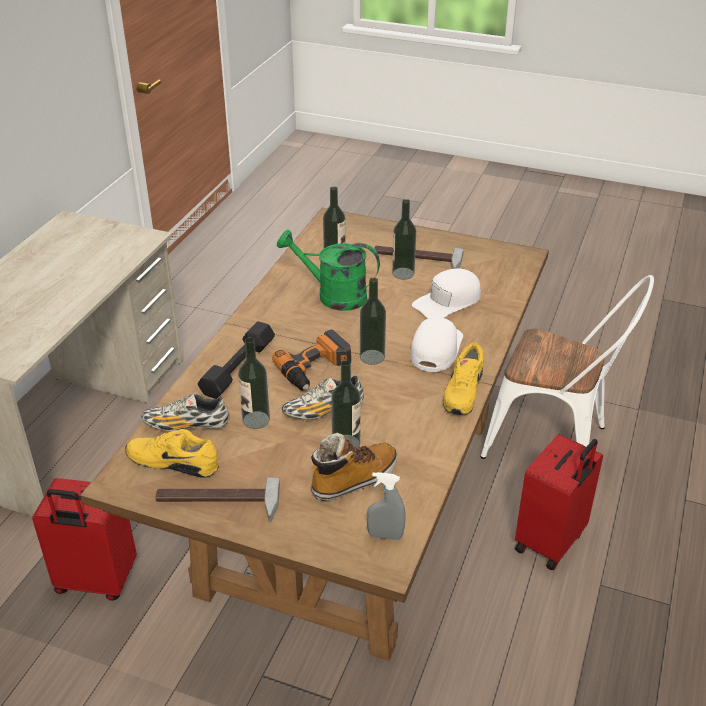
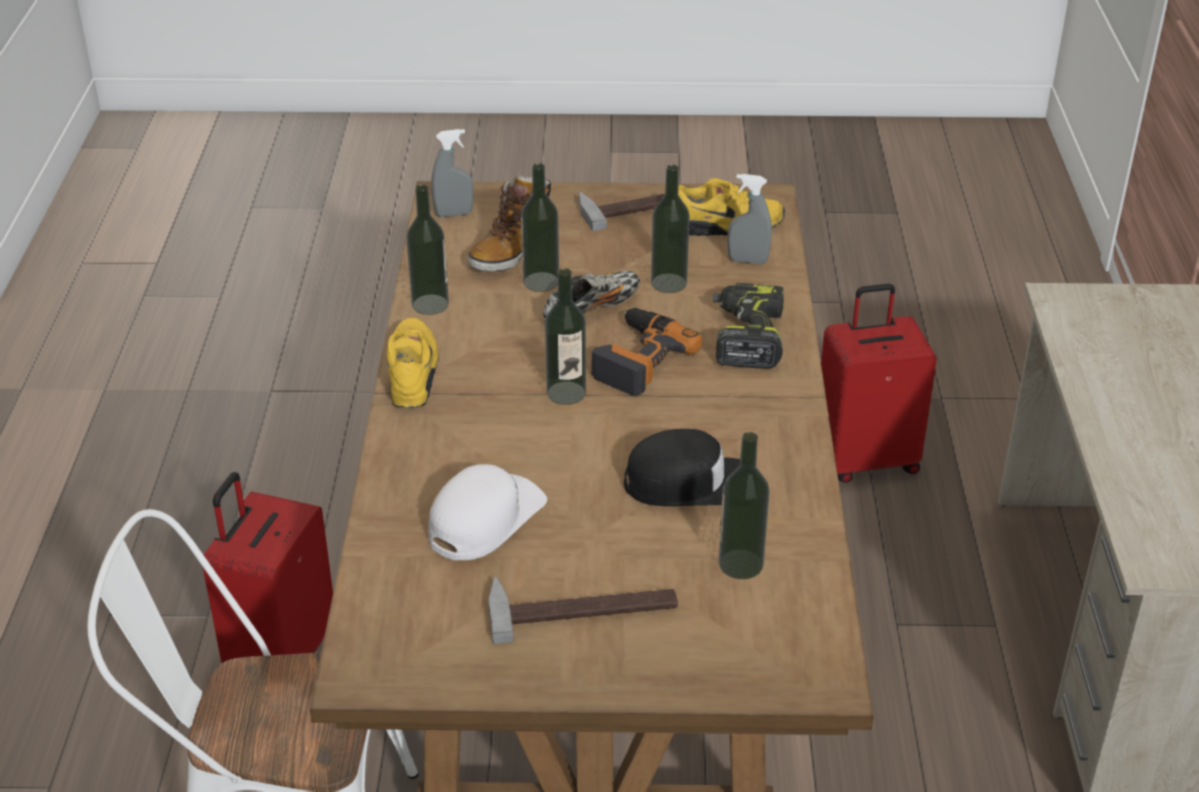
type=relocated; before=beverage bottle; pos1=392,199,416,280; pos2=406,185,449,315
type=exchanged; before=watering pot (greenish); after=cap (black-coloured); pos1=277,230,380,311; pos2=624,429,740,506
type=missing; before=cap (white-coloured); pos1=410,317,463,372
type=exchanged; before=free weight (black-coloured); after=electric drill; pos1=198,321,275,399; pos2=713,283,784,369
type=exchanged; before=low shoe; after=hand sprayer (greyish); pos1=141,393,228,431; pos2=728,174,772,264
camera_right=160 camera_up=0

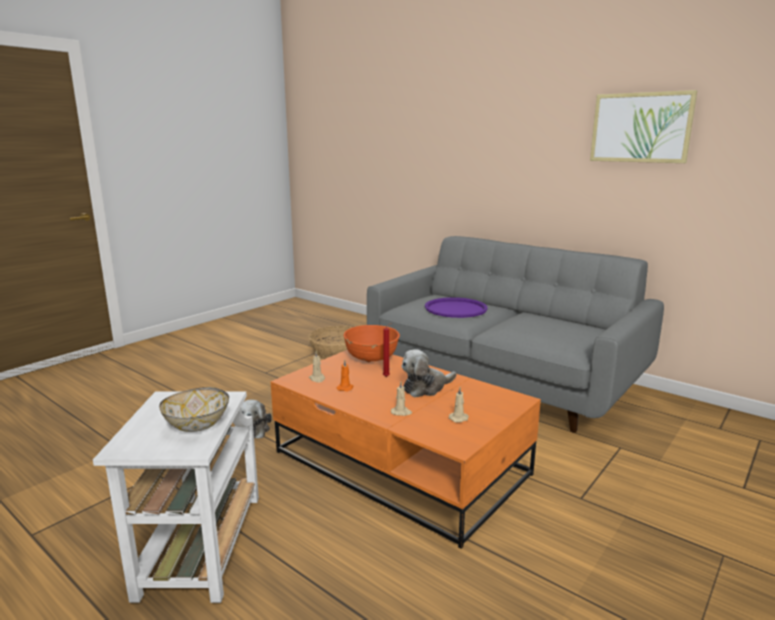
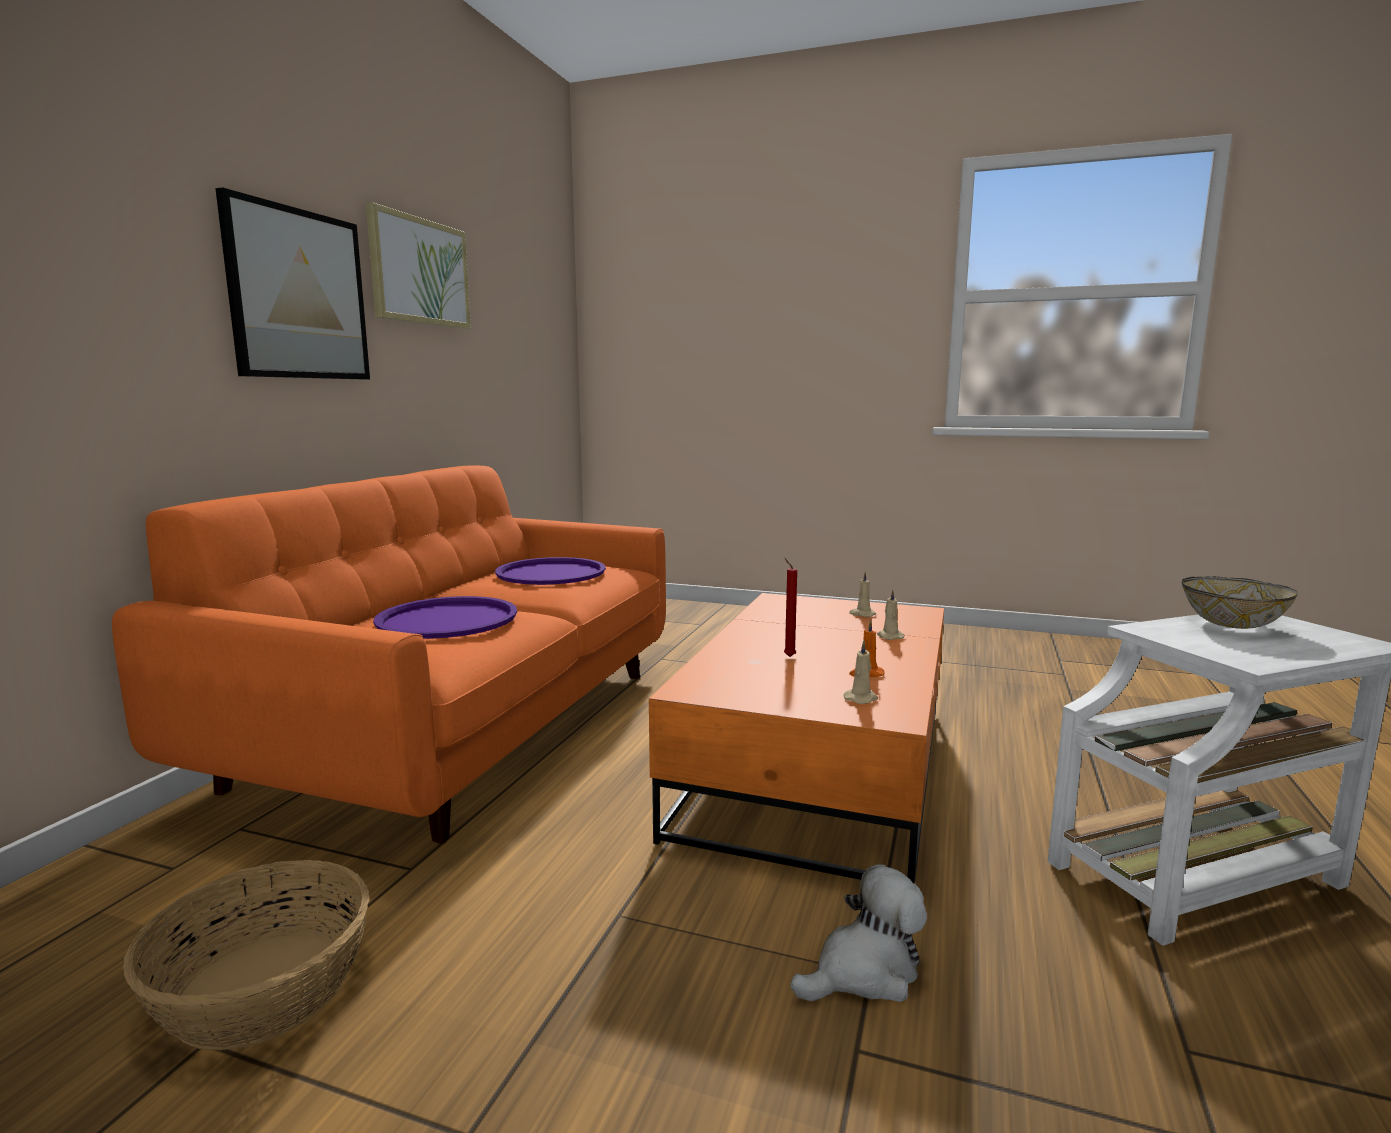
type=colour; before=settee (greyish); after=settee (orange-coloured); pos1=367,236,664,433; pos2=112,465,666,844
type=missing; before=bowl (orange-coloured); pos1=344,325,400,363
type=missing; before=cuddly toy; pos1=401,349,456,397
type=appeared; after=wall picture; pos2=215,187,370,379
type=appeared; after=tray (purplish); pos2=495,557,606,585
camera_right=-110 camera_up=-5

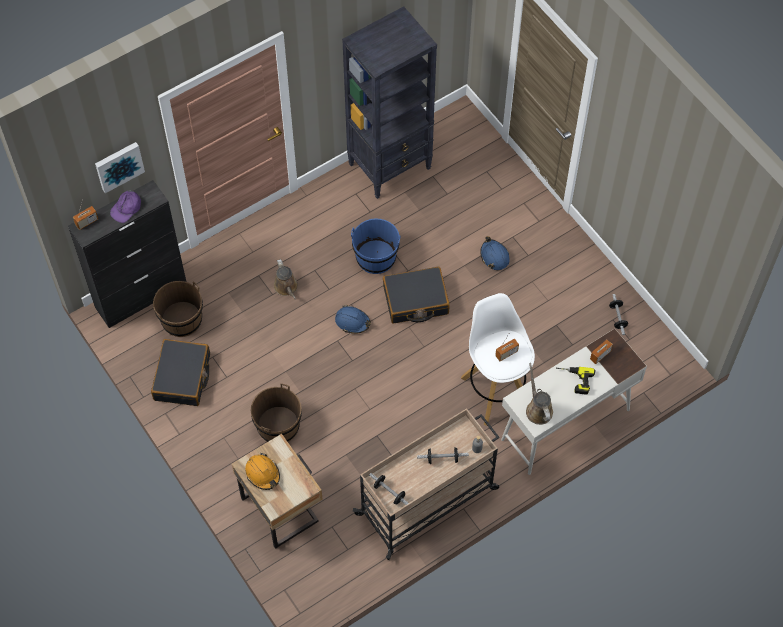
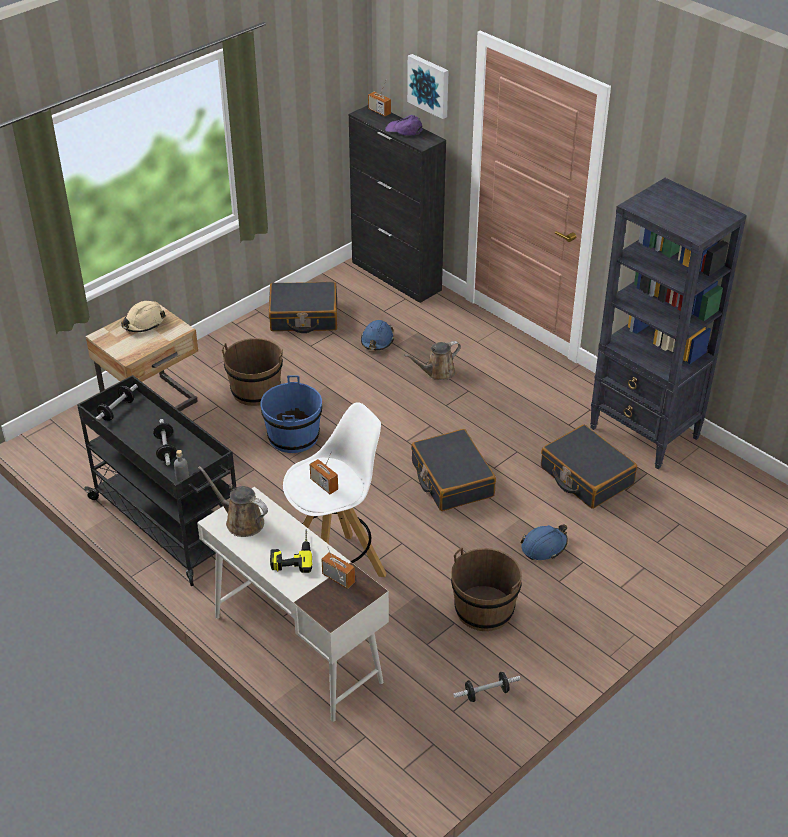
type=relocated; before=bucket (bluish); pos1=351,219,401,274; pos2=261,375,322,453
type=relocated; before=bucket (brownish); pos1=153,281,203,337; pos2=451,547,522,631
type=relocated; before=hard hat (bluish); pos1=335,305,371,334; pos2=361,320,394,350
type=spun; before=watering pot (brownish); pos1=526,363,553,425; pos2=198,466,268,537; turn=-120
type=colour; before=wheeled cart (beige-coloured); after=wheeled cart (black-coloured); pos1=353,408,499,560; pos2=77,375,236,586
type=colour; before=hard hat (orange-coloured); after=hard hat (beige-coloured); pos1=245,453,280,490; pos2=121,301,166,332
type=appeared; after=piece of luggage (black-coloured); pos2=541,425,637,509
camera_right=80 camera_up=-20

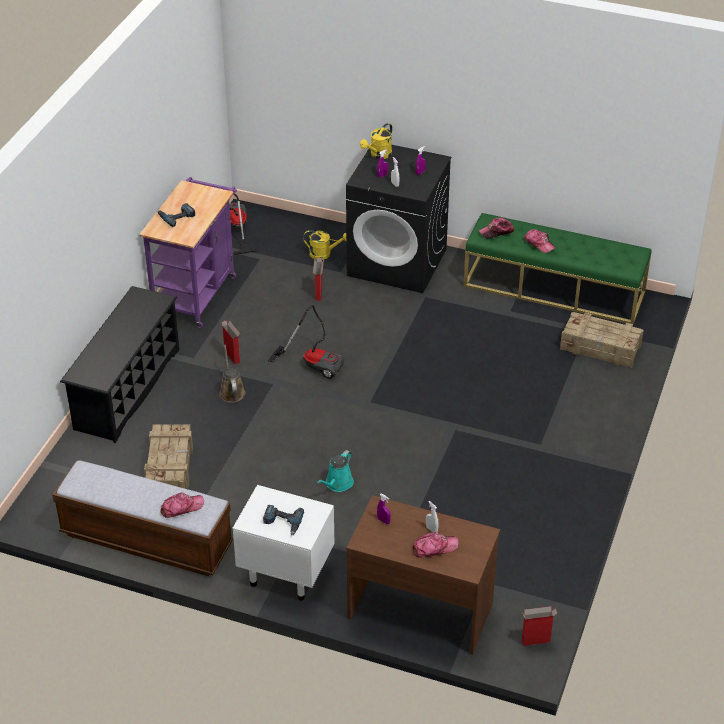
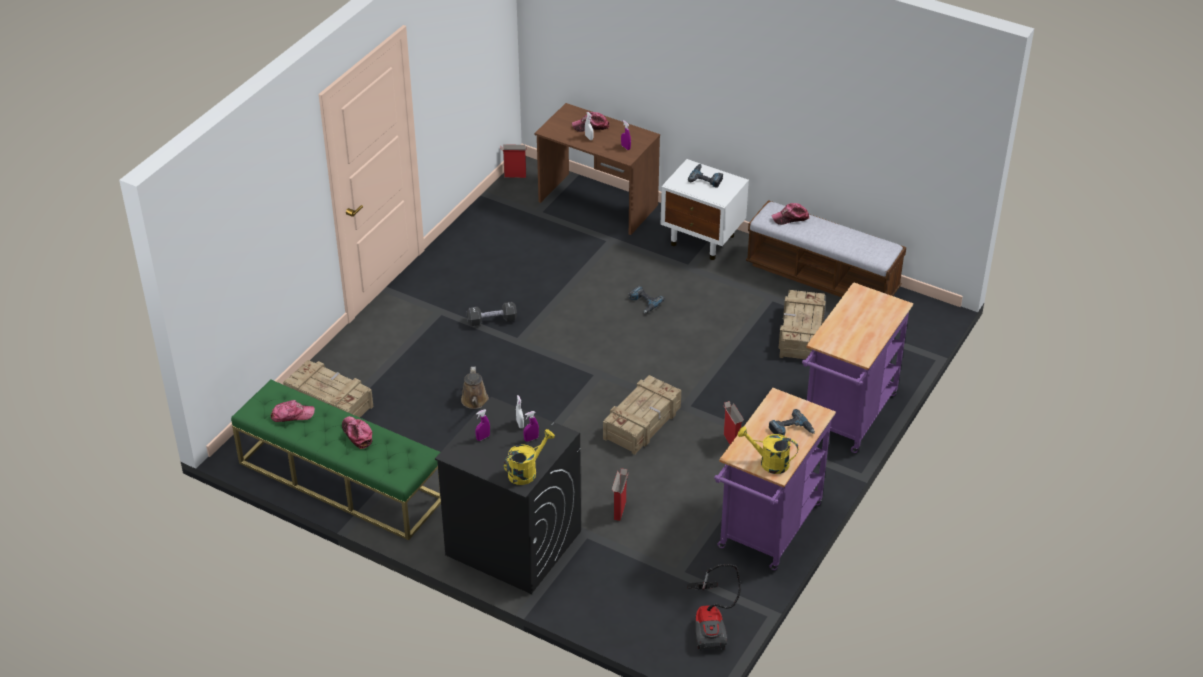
type=relocated; before=cap; pos1=479,218,514,239; pos2=271,400,315,422
type=relocated; before=watering pot (yellowish); pos1=303,230,346,260; pos2=738,427,798,474
type=exchanged; before=shoe shelf (black-coloured); after=wheeled cart (purplish); pos1=60,286,180,443; pos2=802,282,913,453
type=exchanged; before=vacuum; after=crate; pos1=268,305,344,379; pos2=603,375,681,455
type=relocated; before=watering pot (brownish); pos1=219,345,246,403; pos2=461,366,489,409
type=exchanged; before=watering pot (turquoise); after=electric drill; pos1=317,450,354,492; pos2=628,285,665,313
type=appeared; after=free weight (black-coloured); pos2=467,302,517,326
camera_right=-170 camera_up=0

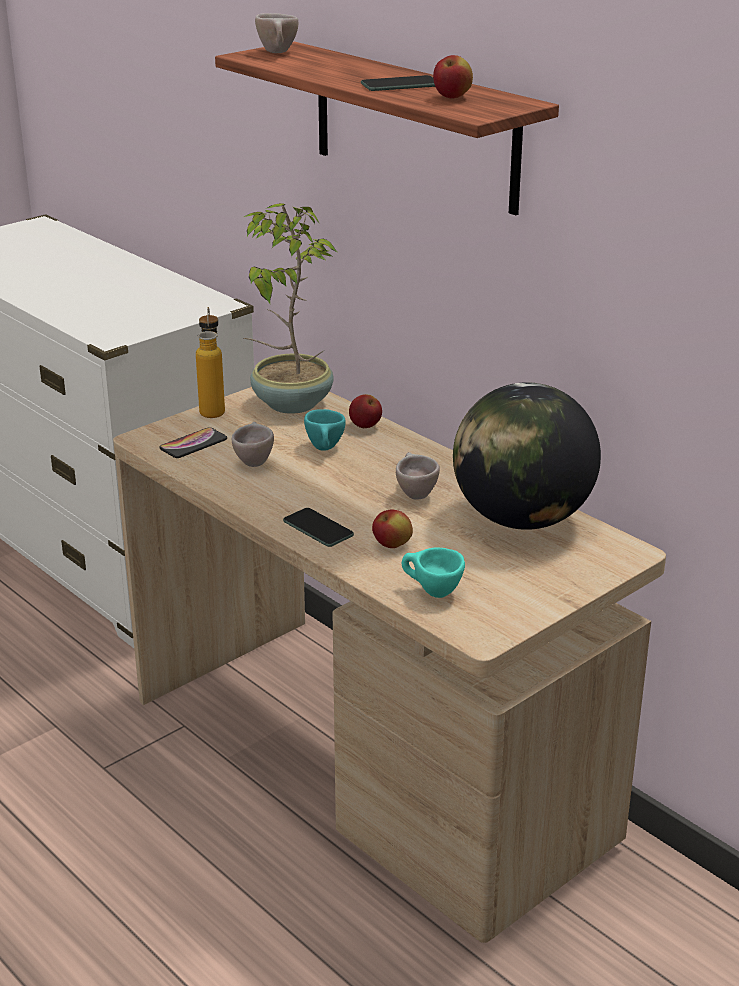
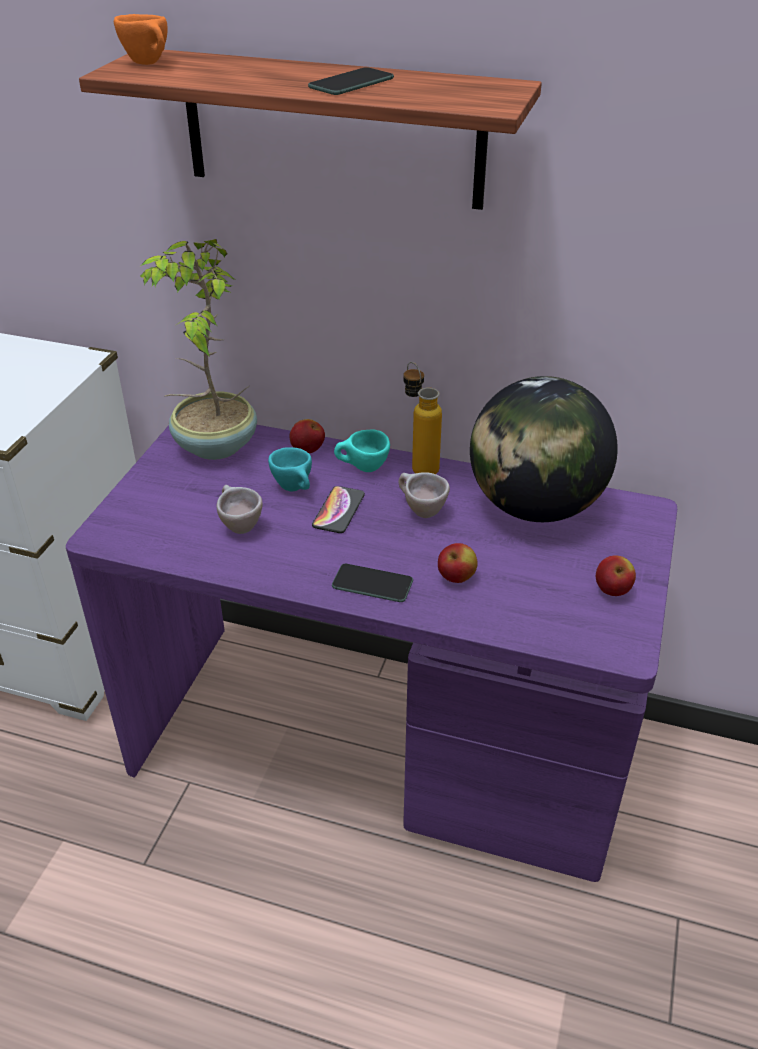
type=colour; before=drinking cup (beige-coloured); after=drinking cup (orange-coloured); pos1=255,13,298,53; pos2=114,14,168,65
type=relocated; before=apple fruit; pos1=433,55,473,99; pos2=596,555,636,596
type=relocated; before=beverage bottle; pos1=196,307,225,418; pos2=403,362,442,474
type=colour; before=desk table (beige-coloured); after=desk table (purplish); pos1=113,387,666,943; pos2=66,425,677,882
type=relocated; before=handset; pos1=159,427,227,458; pos2=312,486,365,533
type=relocated; before=drinking cup (turquoise); pos1=402,548,465,598; pos2=334,429,390,472
camera_right=-30 camera_up=10

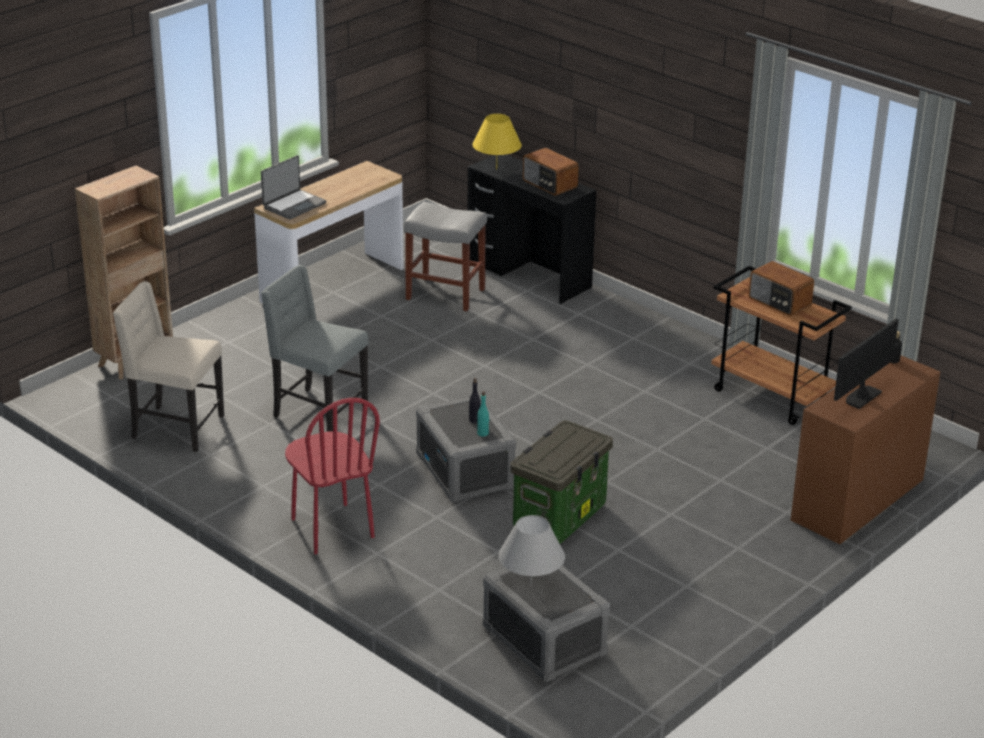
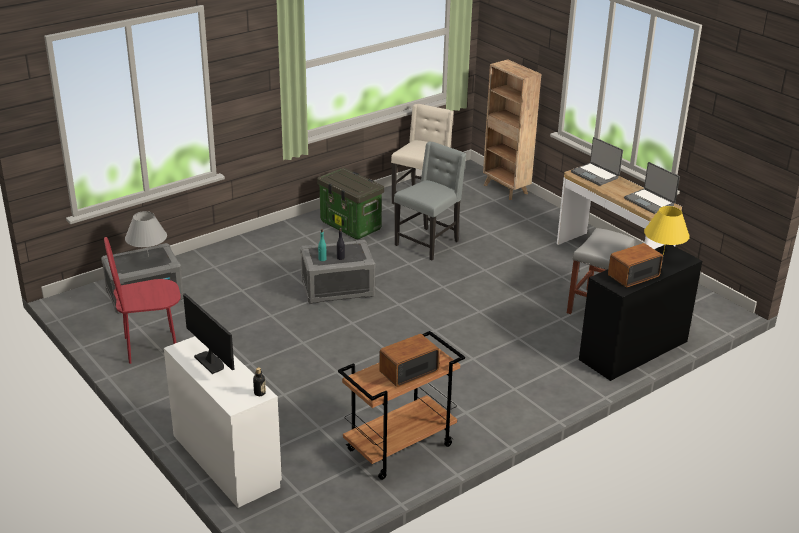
type=colour; before=desk table (brownish); after=desk table (white-coloured); pos1=791,355,941,544; pos2=164,336,282,508
type=relocated; before=chair (red); pos1=285,398,380,554; pos2=104,237,181,364
type=relocated; before=storage container; pos1=510,420,613,544; pos2=317,168,384,239
type=appeared; after=laptop; pos2=624,162,680,214
camera_right=100 camera_up=0

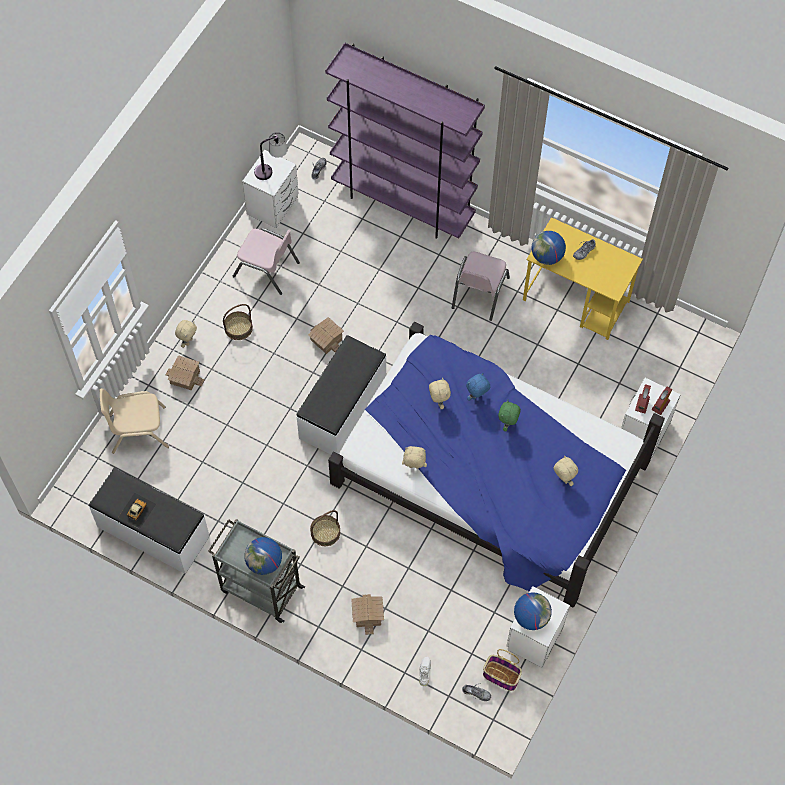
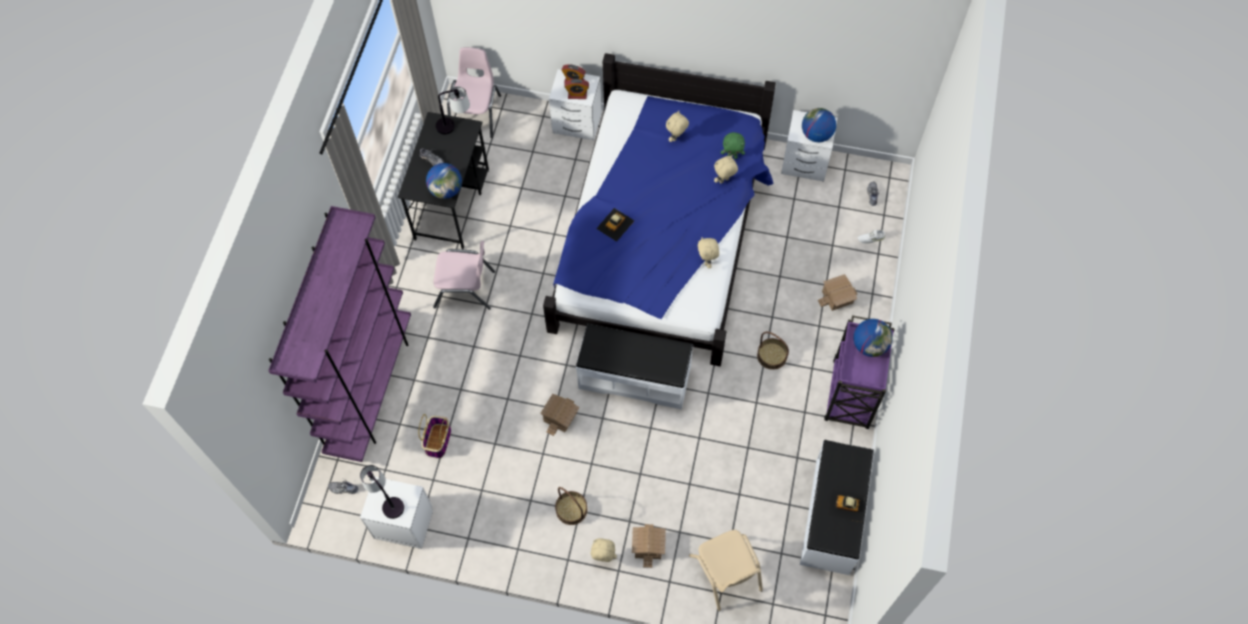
type=colour; before=desk table (yellowish); after=desk table (black-coloured); pos1=523,217,643,340; pos2=398,112,489,249
type=relocated; before=chair (pinkish); pos1=233,228,300,295; pos2=447,47,501,138
type=exchanged; before=cuddly toy (bluish); after=miniature car; pos1=466,373,490,401; pos2=596,208,634,242
type=relocated; before=cuddly toy (beige-coloured); pos1=429,377,451,409; pos2=714,155,738,183
type=relocated; before=cuddly toy (greenish); pos1=498,400,521,431; pos2=721,132,745,159
type=colour; before=wheeled cart (greyish); after=wheeled cart (purplish); pos1=208,519,305,623; pos2=824,315,895,429
type=relocated; before=household basket; pos1=483,649,522,691; pos2=418,414,451,458
type=appeared; after=tabletop lamp; pos2=436,86,470,135
camera_right=-105 camera_up=0

